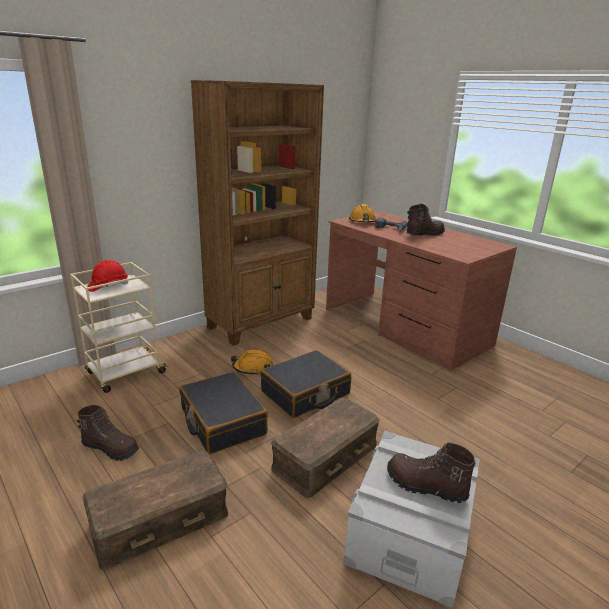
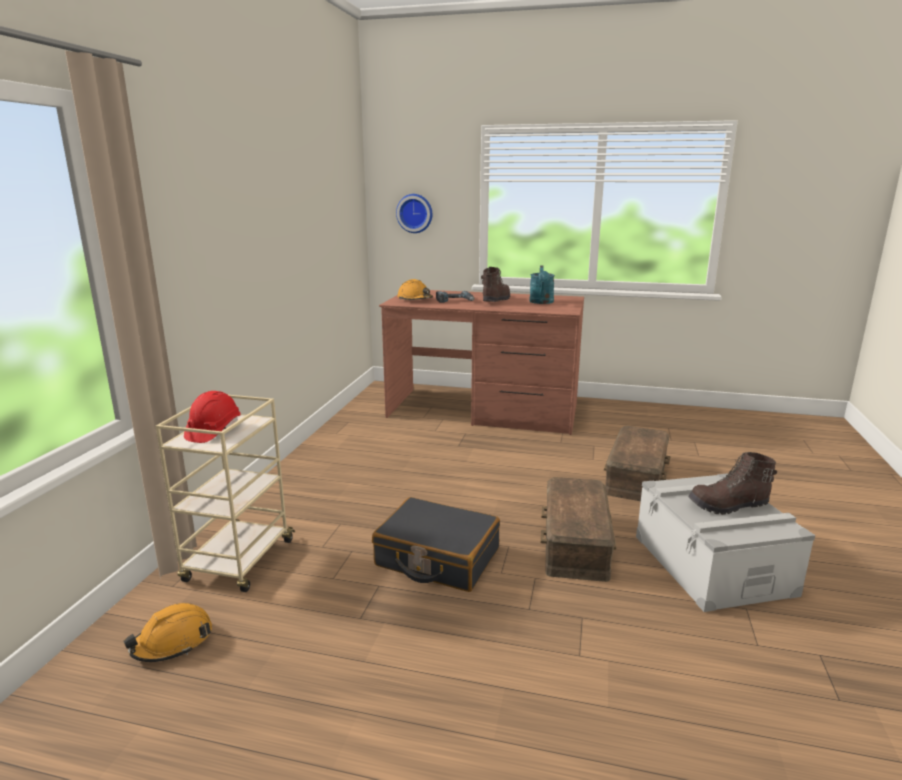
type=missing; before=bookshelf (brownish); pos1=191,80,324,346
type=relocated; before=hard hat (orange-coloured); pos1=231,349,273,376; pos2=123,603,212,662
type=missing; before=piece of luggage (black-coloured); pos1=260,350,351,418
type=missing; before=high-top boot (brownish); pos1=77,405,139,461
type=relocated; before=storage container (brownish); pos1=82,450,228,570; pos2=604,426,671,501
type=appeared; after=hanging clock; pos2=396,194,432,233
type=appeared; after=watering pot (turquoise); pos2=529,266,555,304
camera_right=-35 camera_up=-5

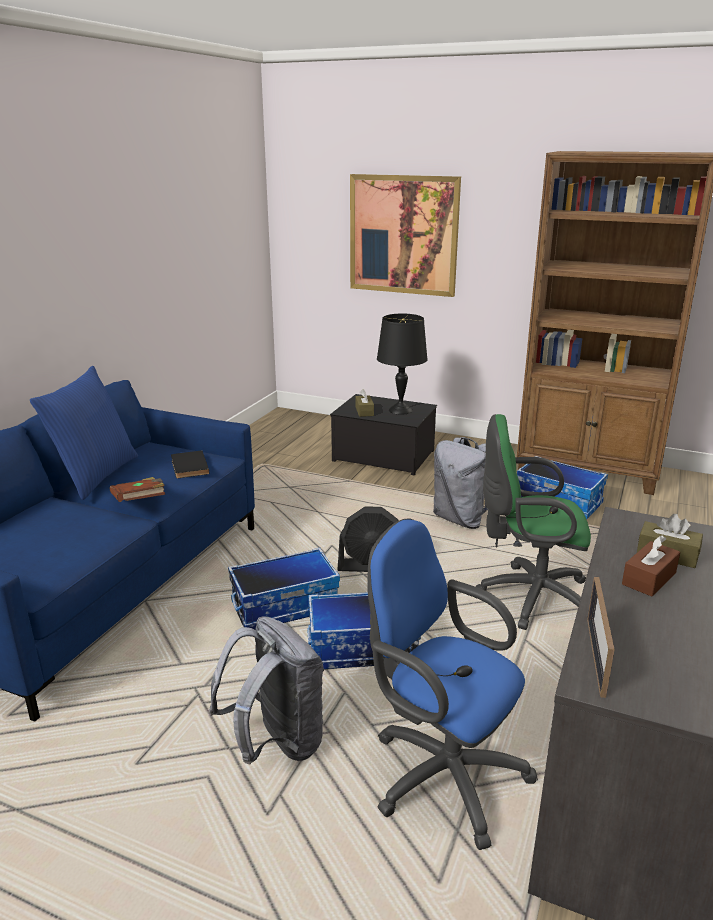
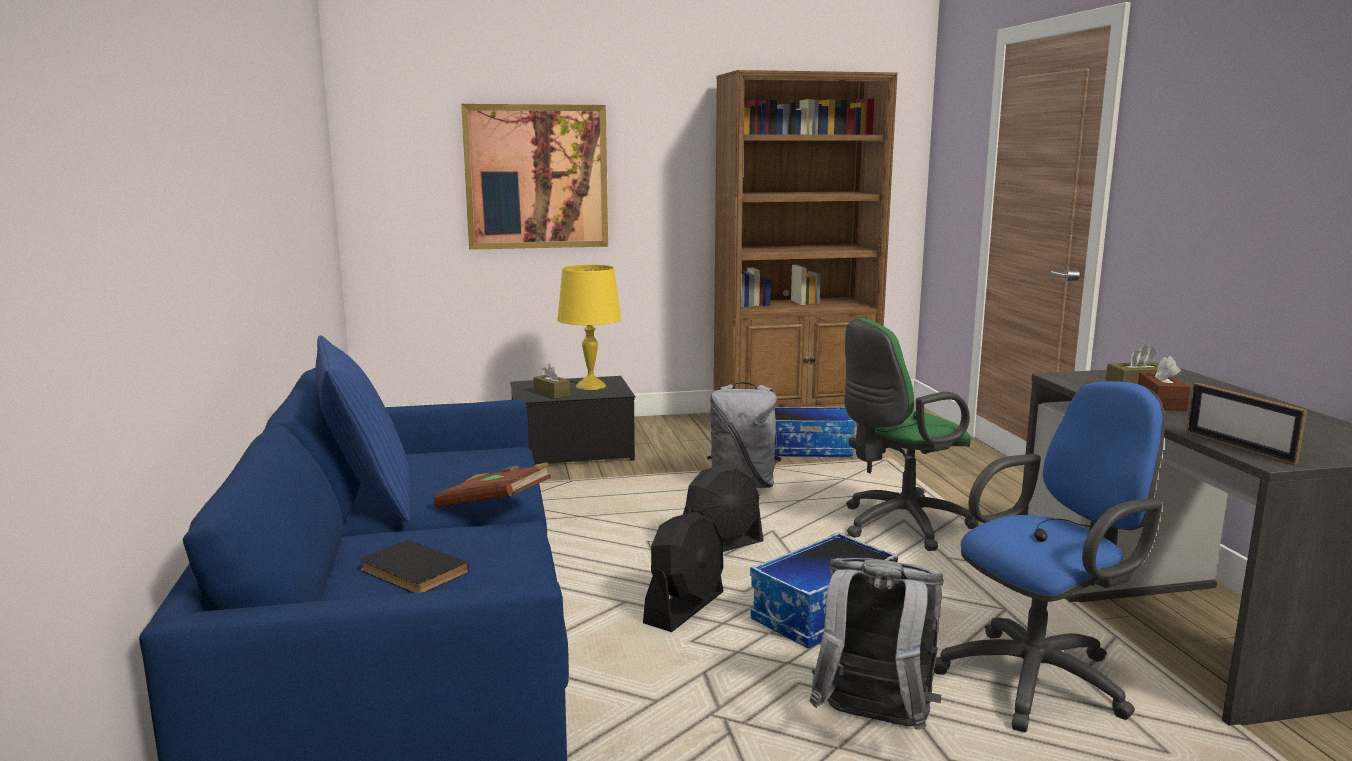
type=colour; before=tabletop lamp (black-coloured); after=tabletop lamp (yellowish); pos1=377,314,428,415; pos2=557,265,621,390
type=relocated; before=bound book (black-coloured); pos1=171,450,209,478; pos2=360,540,469,593
type=spun; before=computer chair (bluish); pos1=367,518,538,850; pos2=934,381,1165,732; turn=150
type=exchanged; before=storage container; after=electric fan (black-coloured); pos1=228,548,340,630; pos2=643,511,724,632
camera_right=-35 camera_up=-10

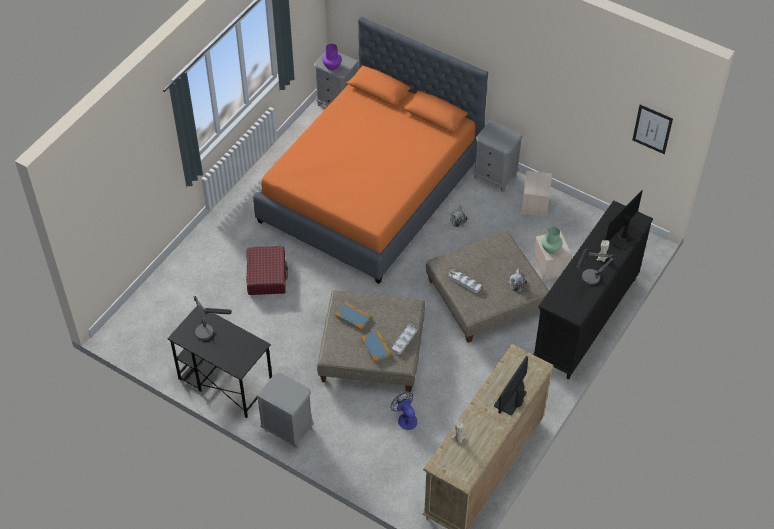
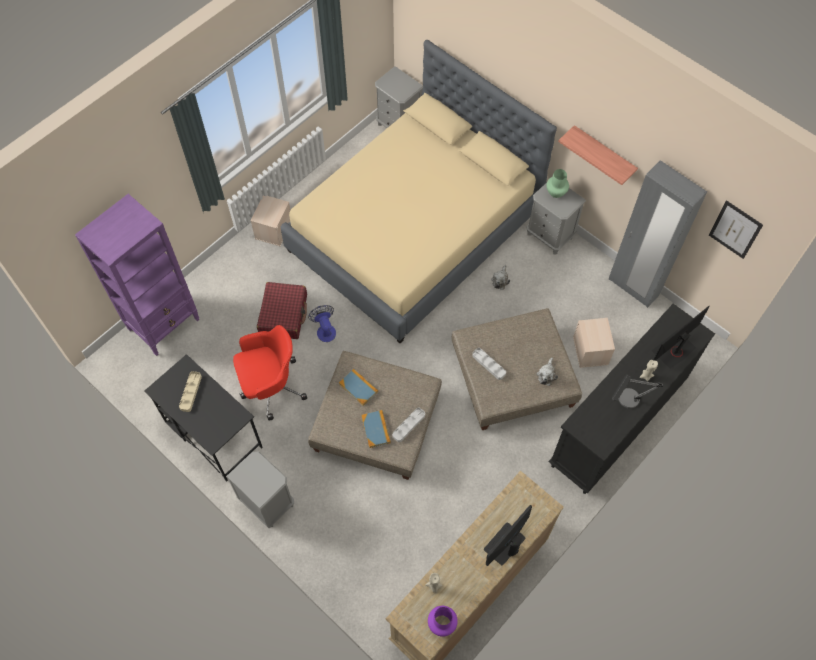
type=colour; before=bedroom bed (orange-coloured); after=bedroom bed (beige-coloured); pos1=253,17,488,284; pos2=281,40,557,344
type=relocated; before=vase (purplish); pos1=322,44,342,70; pos2=428,606,458,637
type=relocated; before=storage container (beige-coloured); pos1=521,171,552,217; pos2=250,195,290,246
type=relocated; before=vase (greenish); pos1=541,227,563,254; pos2=546,169,569,198
type=exchanged; before=tabletop lamp; after=tray (beige-coloured); pos1=194,296,232,340; pos2=179,371,202,412
type=relocated; before=electric fan; pos1=391,392,417,430; pos2=308,305,336,342
type=appeared; after=shelf; pos2=558,125,638,185
type=appeared; after=clothes cupboard (greyish); pos2=609,160,707,308
type=appeared; after=bookshelf (purplish); pos2=75,194,199,356
type=appeared; after=computer chair (red); pos2=233,325,307,420
camera_right=10 camera_up=10

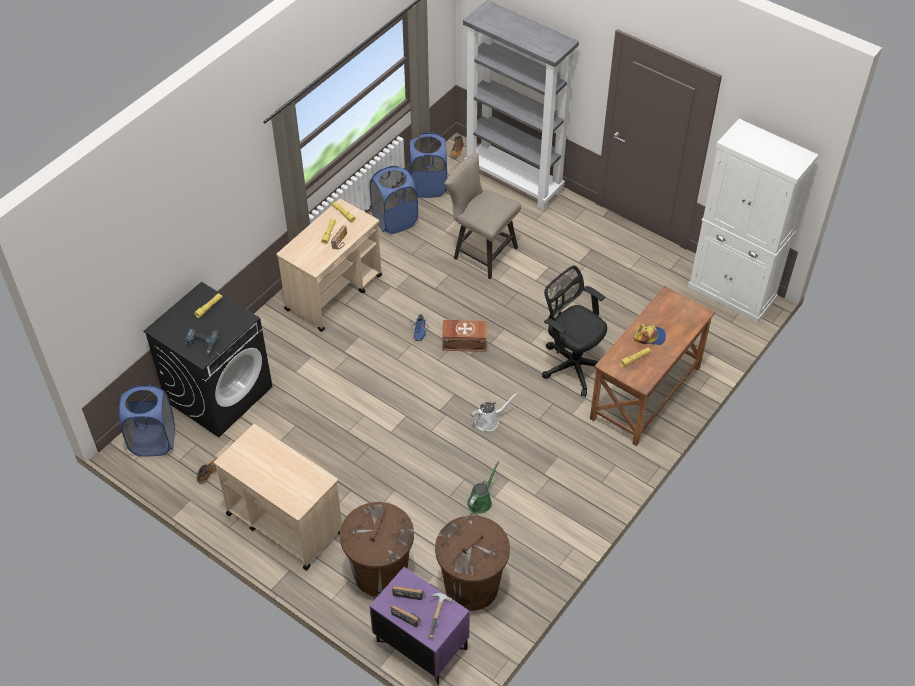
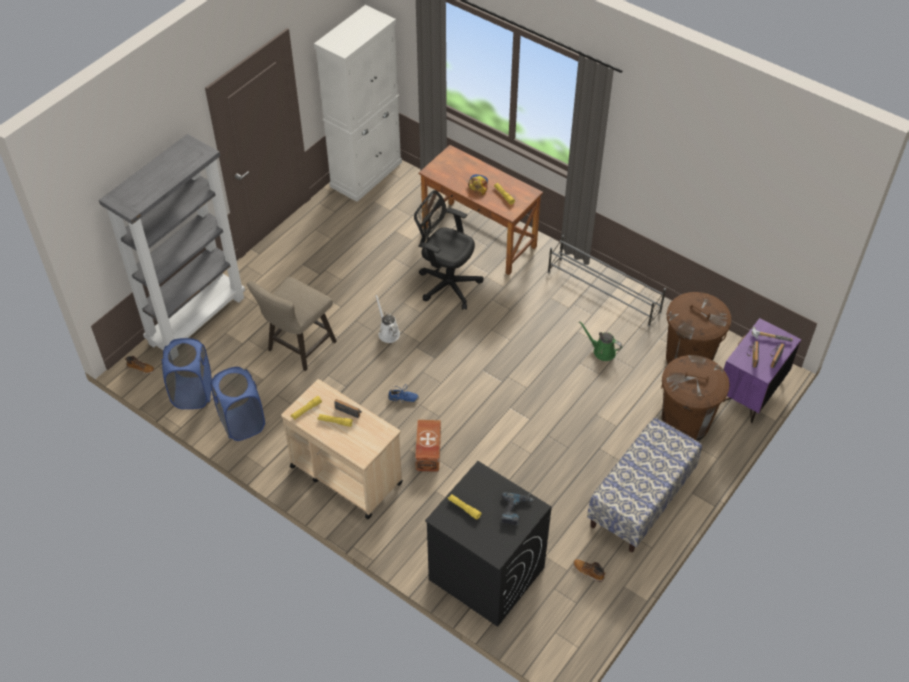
type=spun; before=computer chair (black-coloured); pos1=542,266,607,397; pos2=414,190,484,310; turn=75
type=relocated; before=storage container (brownish); pos1=442,320,487,352; pos2=415,420,441,472
type=missing; before=washing basket (bluish); pos1=119,385,175,456
type=relocated; before=watering pot (white-coloured); pos1=470,392,518,431; pos2=375,295,400,343
type=exchanged; before=wheeled cart (beige-coloured); after=indoor bench; pos1=214,424,342,570; pos2=587,418,702,552
type=appeared; after=shoe shelf (greyish); pos2=548,235,666,327
camera_right=-90 camera_up=0

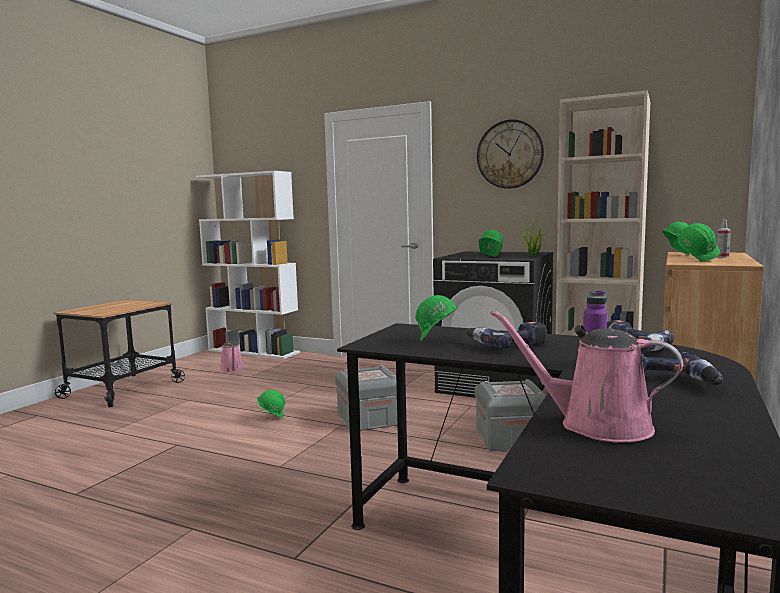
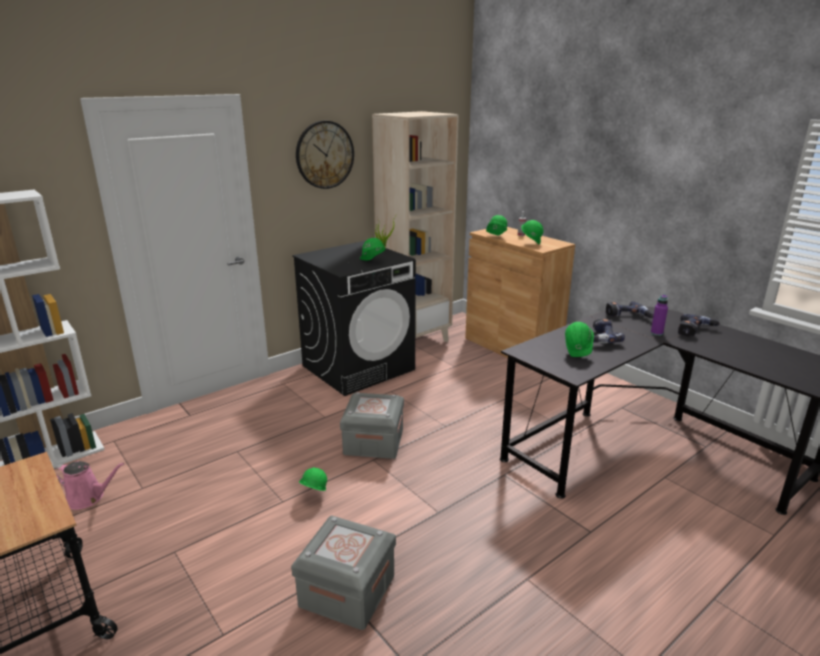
type=missing; before=watering pot (pinkish); pos1=490,310,683,443
type=relocated; before=storage container (greyish); pos1=475,379,546,451; pos2=291,515,396,630
camera_right=-65 camera_up=15

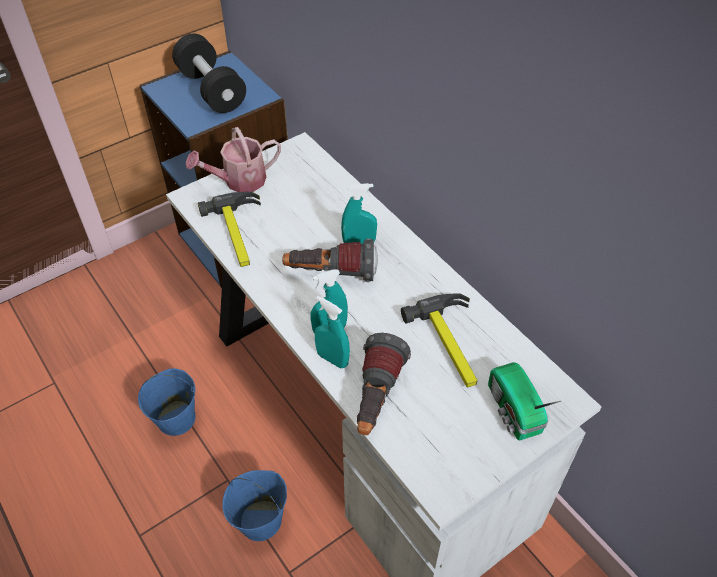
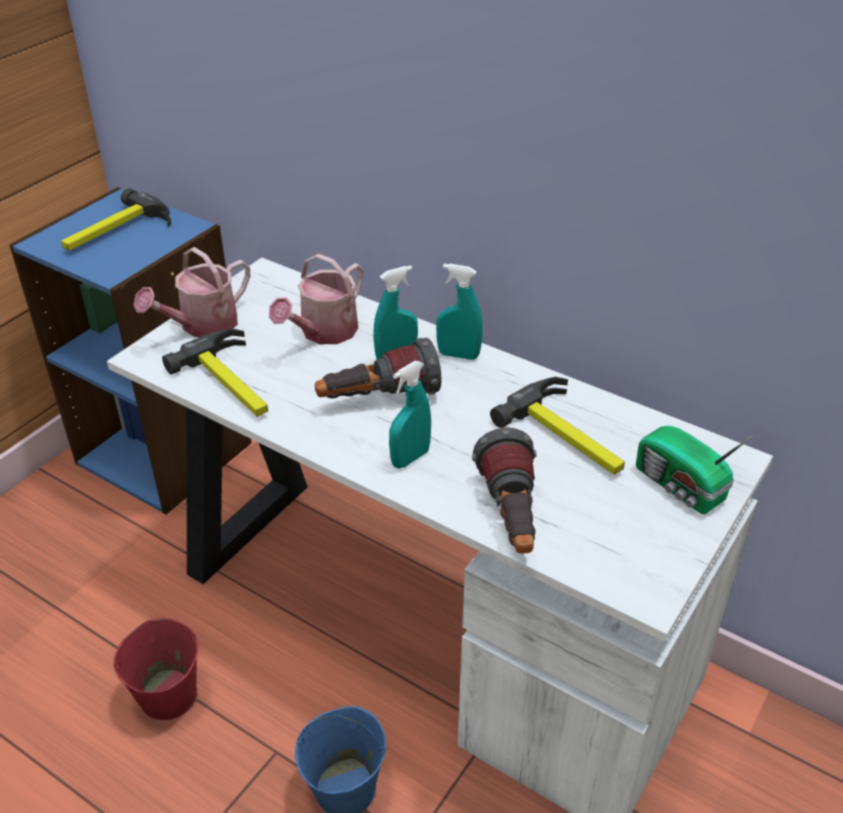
type=exchanged; before=free weight (black-coloured); after=hand hammer; pos1=172,34,246,113; pos2=61,188,171,251
type=relocated; before=hand sprayer (turquoise); pos1=315,296,350,368; pos2=436,264,483,360
type=colour; before=bucket (bluish); after=bucket (red); pos1=138,368,196,436; pos2=114,618,199,720
type=appeared; after=watering pot; pos2=269,253,363,344
camera_right=-20 camera_up=-10

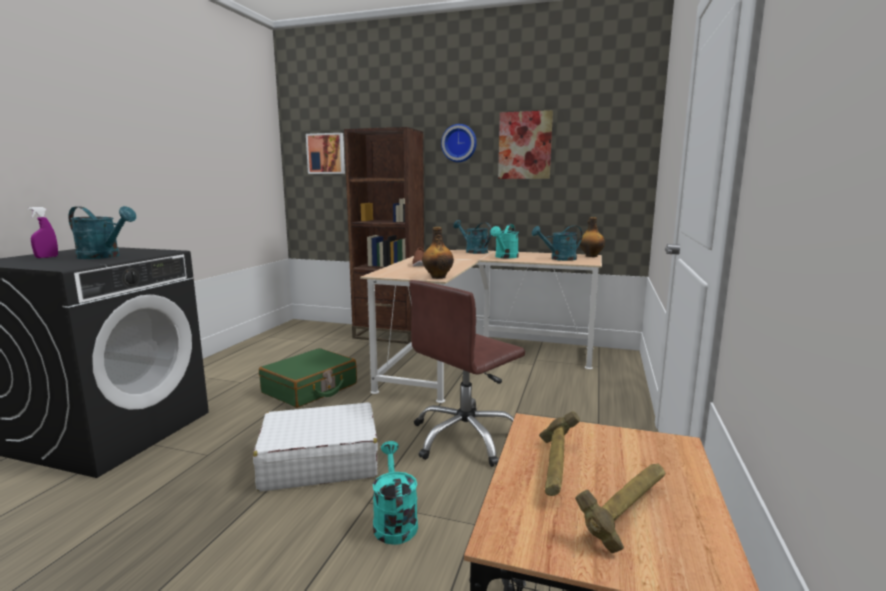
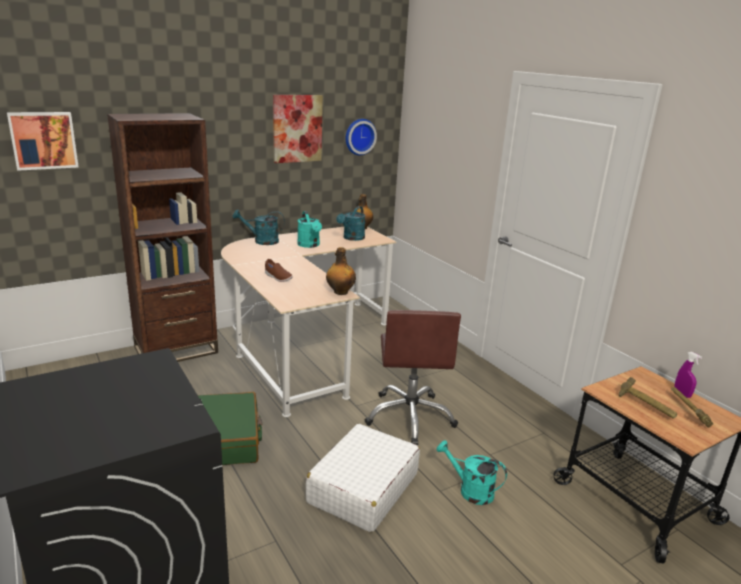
type=relocated; before=hanging clock; pos1=441,124,477,162; pos2=346,119,377,155
type=missing; before=watering pot (turquoise); pos1=68,206,136,259
type=relocated; before=hand sprayer (purplish); pos1=28,207,58,258; pos2=674,352,702,398
camera_right=-50 camera_up=10

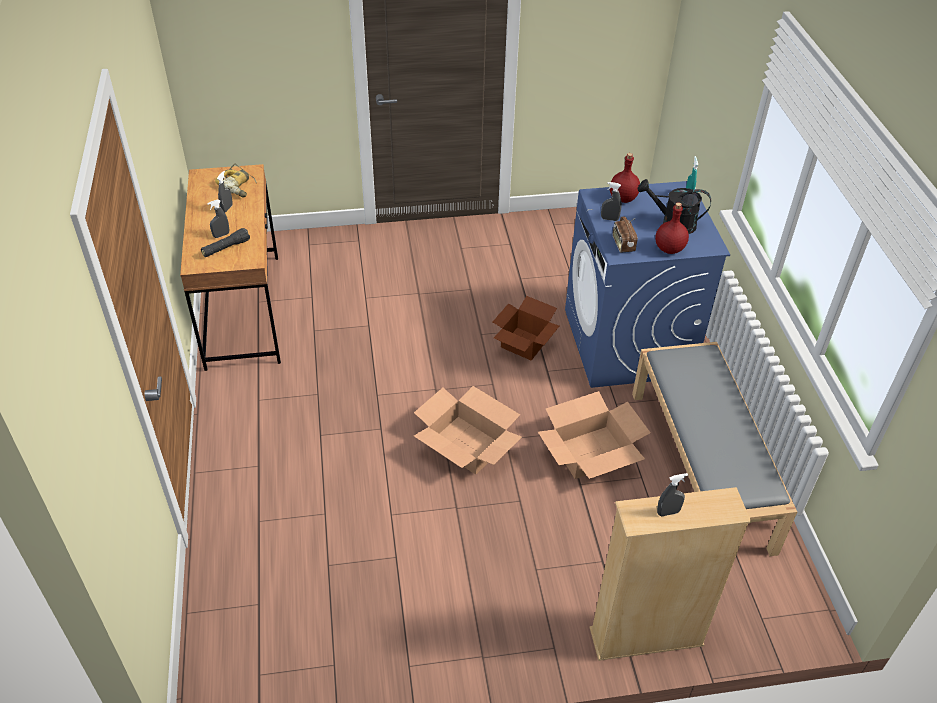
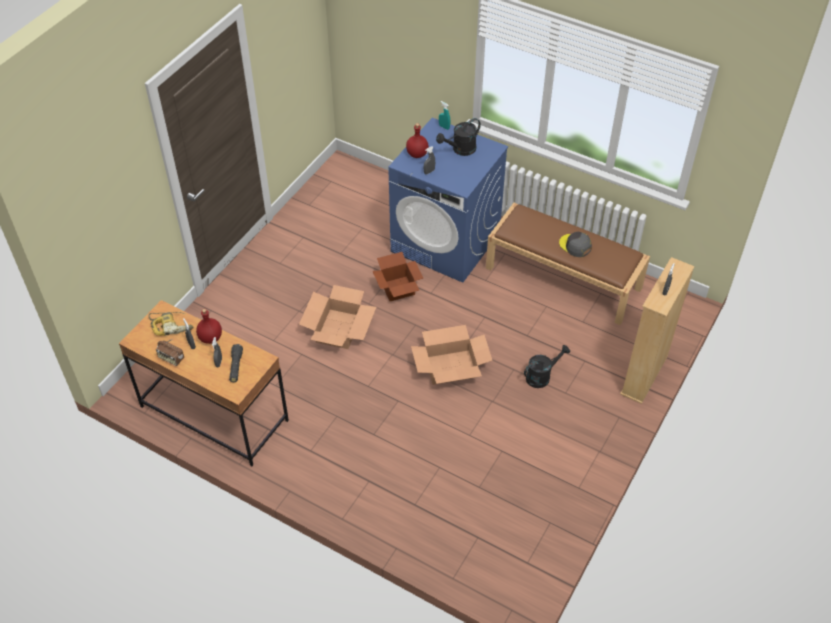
type=relocated; before=beverage bottle (red); pos1=655,202,689,254; pos2=196,309,222,344
type=relocated; before=radio set; pos1=613,216,638,253; pos2=156,339,184,366
type=colour; before=indoor bench (greyish); after=indoor bench (brownish); pos1=632,342,797,556; pos2=486,203,650,325
type=relocated; before=cardboard box; pos1=538,391,651,479; pos2=299,285,376,349
type=appeared; after=cap (greyish); pos2=559,232,592,257
type=appeared; after=watering pot (black-coloured); pos2=524,345,570,388
camera_right=-50 camera_up=5

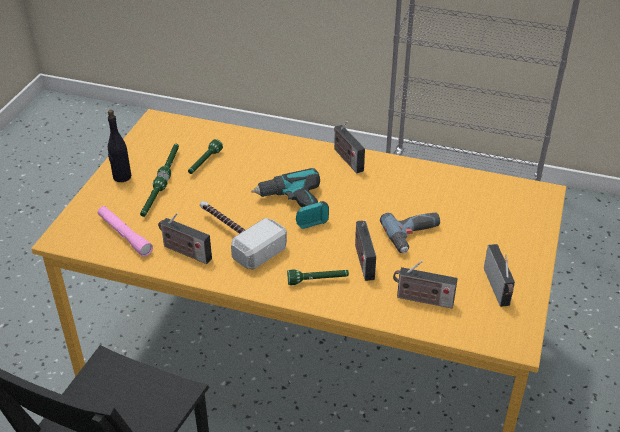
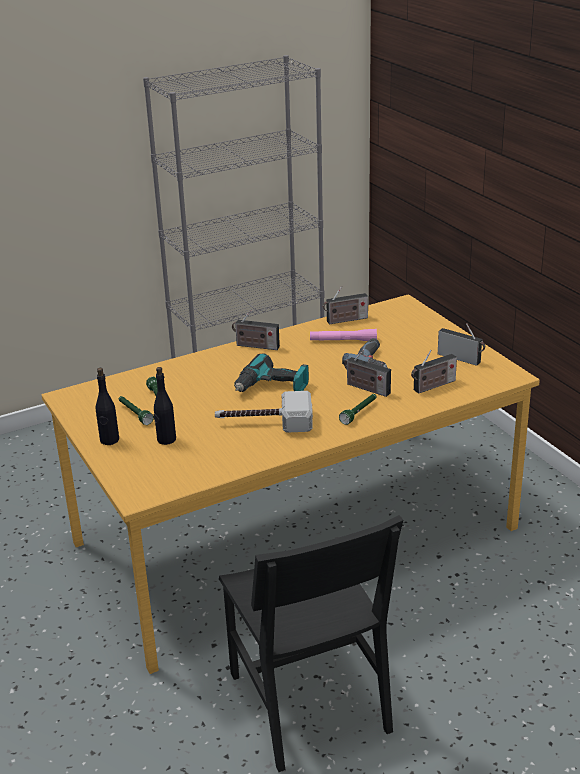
type=exchanged; before=torch (greenish); after=beverage bottle (black-coloured); pos1=140,176,168,217; pos2=154,367,176,445
type=relocated; before=torch (pinkish); pos1=98,206,153,257; pos2=310,329,377,341
type=relocated; before=radio set; pos1=158,213,212,264; pos2=323,286,368,324
camera_right=-45 camera_up=-10

